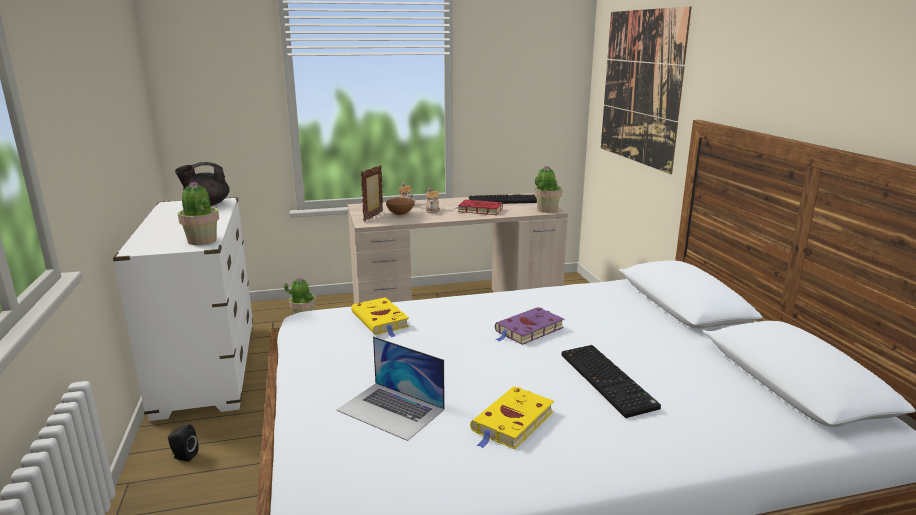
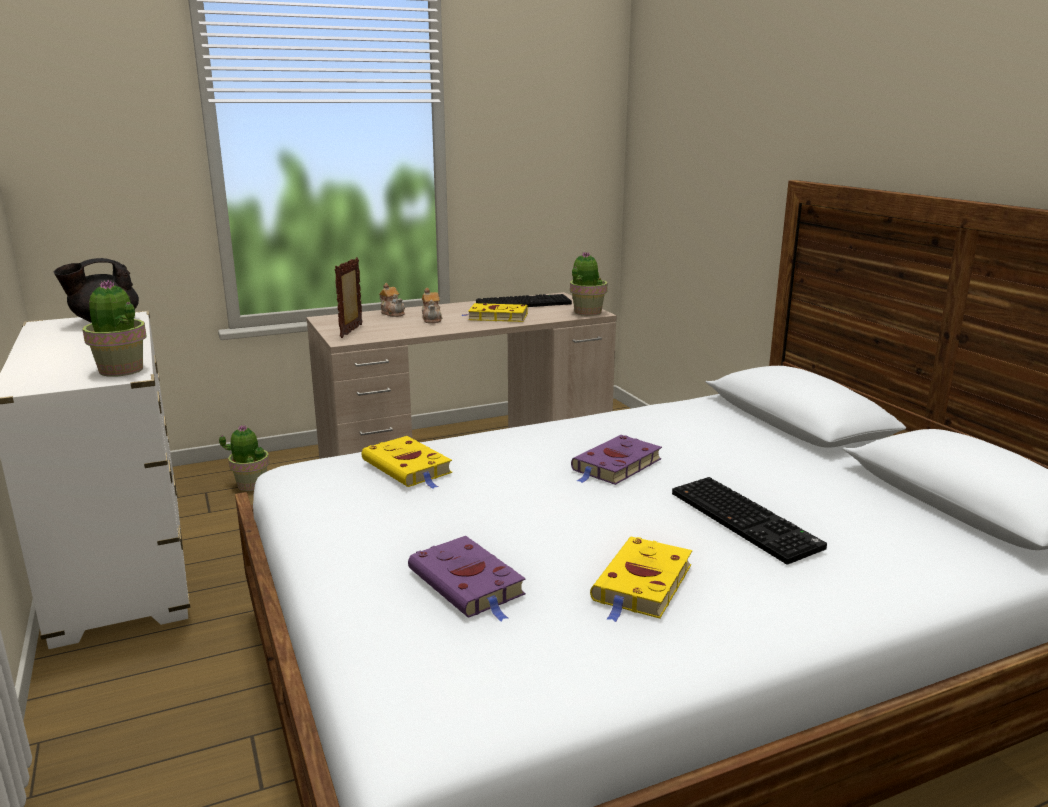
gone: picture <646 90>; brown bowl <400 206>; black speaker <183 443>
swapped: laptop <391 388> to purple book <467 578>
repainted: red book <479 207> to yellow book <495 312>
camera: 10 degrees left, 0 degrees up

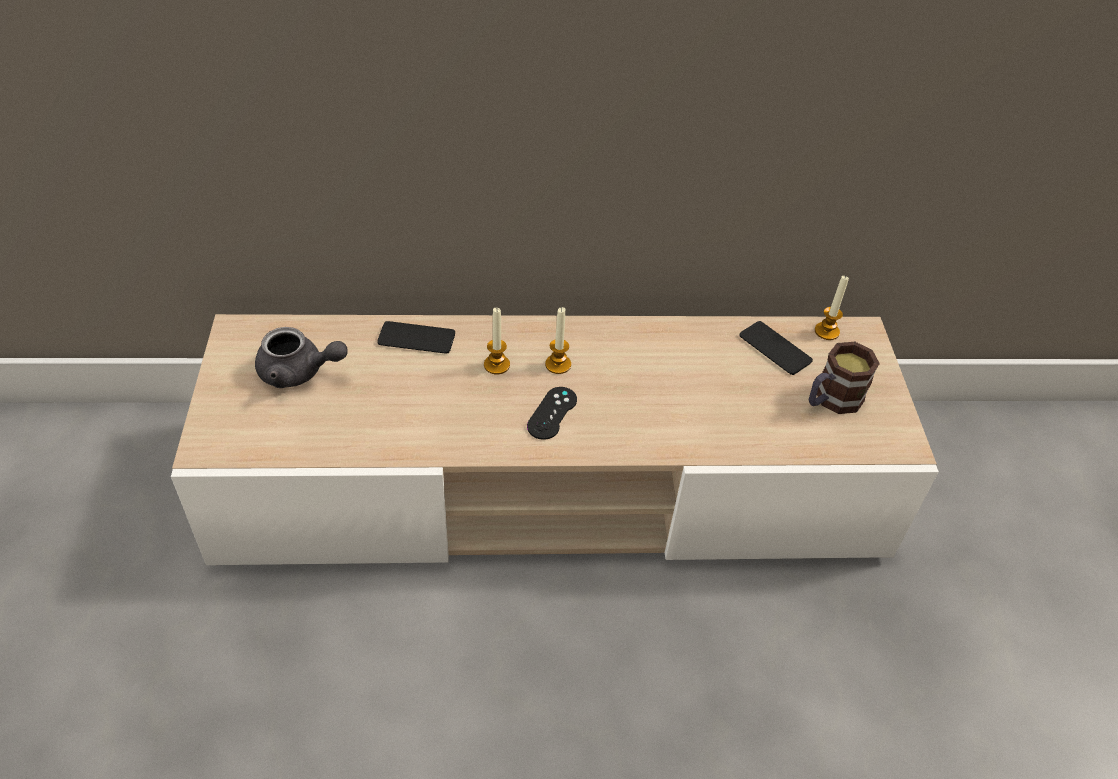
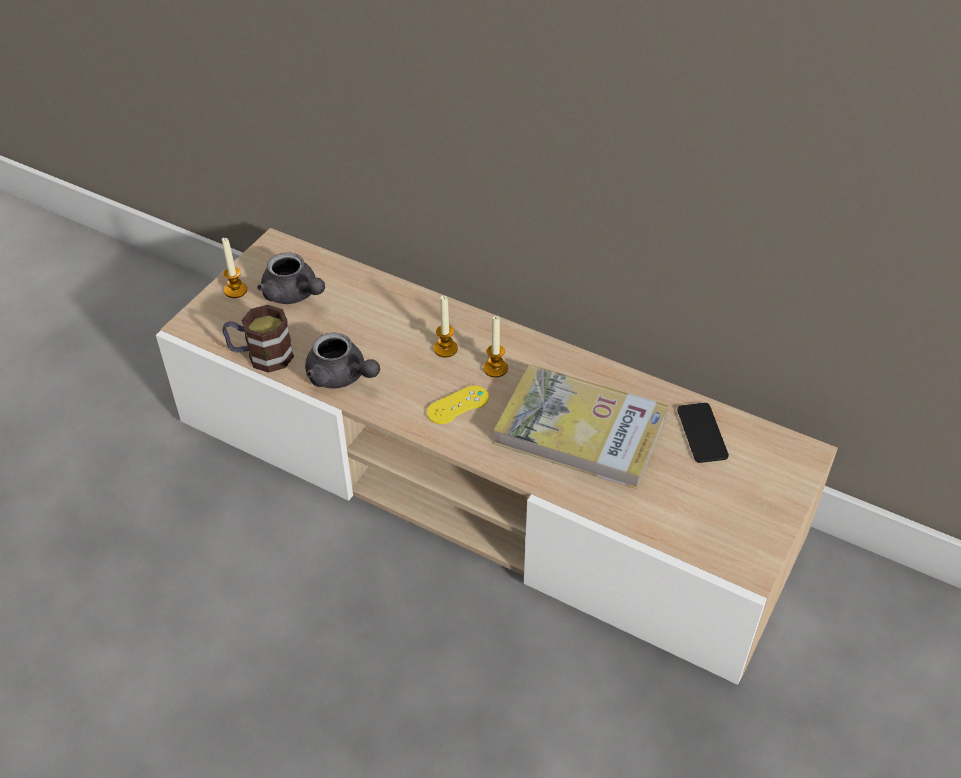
gone: phone <416 337>
new: grey teapot <342 360>; book <580 427>
shifted: candle <832 308> to <234 267>; mug <844 378> to <258 339>
repainted: black game controller <552 413> to yellow game controller <458 404>
camera: 35 degrees right, 0 degrees up

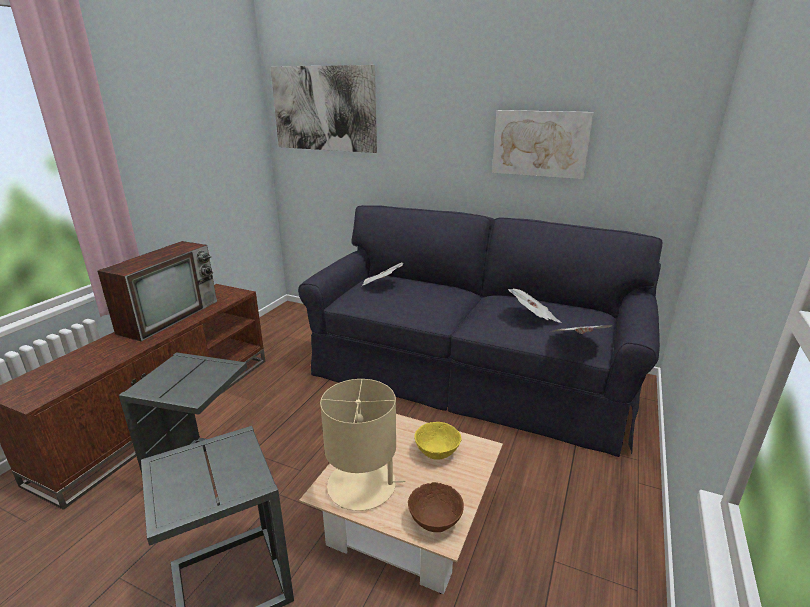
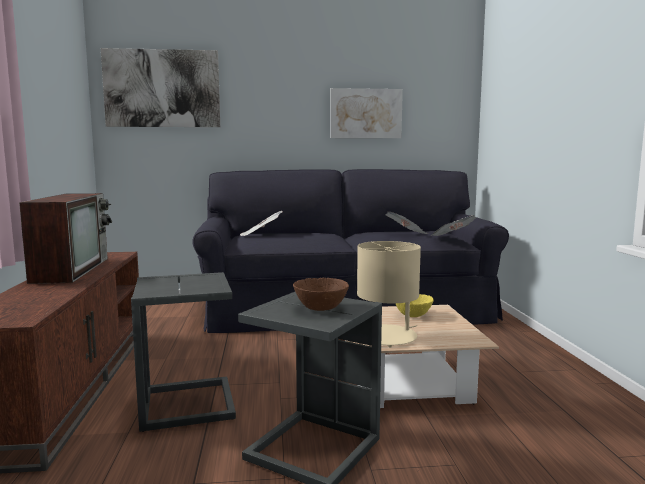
shifted: brown bowl <436 507> to <321 294>
camera: 30 degrees left, 15 degrees down

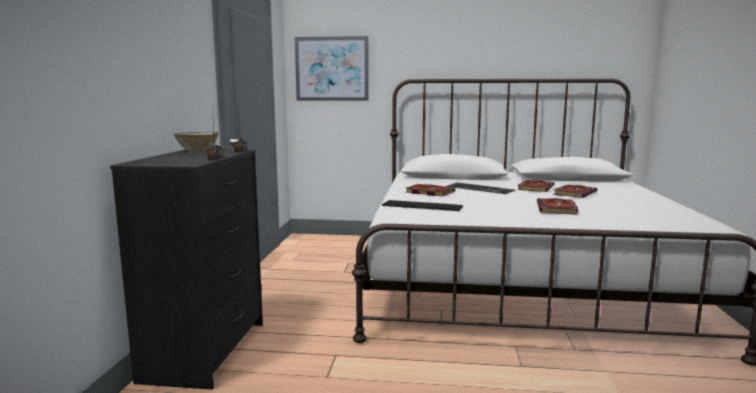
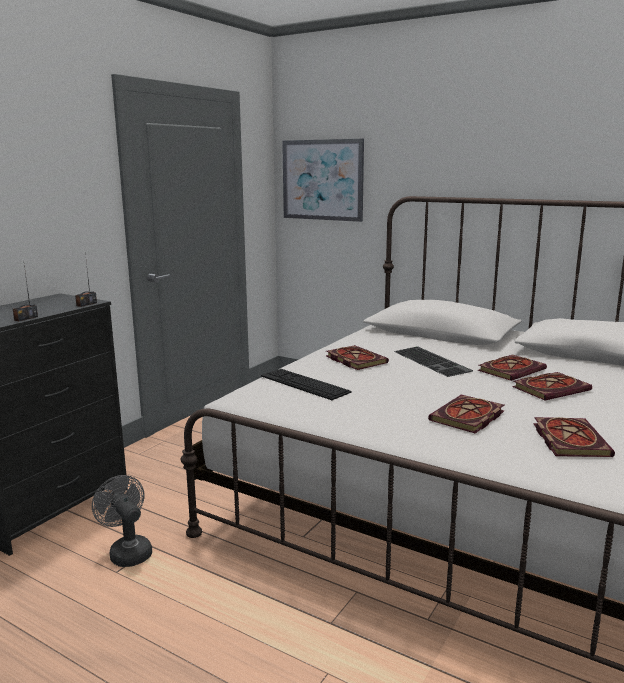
gone: bowl <196 141>
new: book <574 437>; grey fan <122 521>
camera: 25 degrees right, 5 degrees up

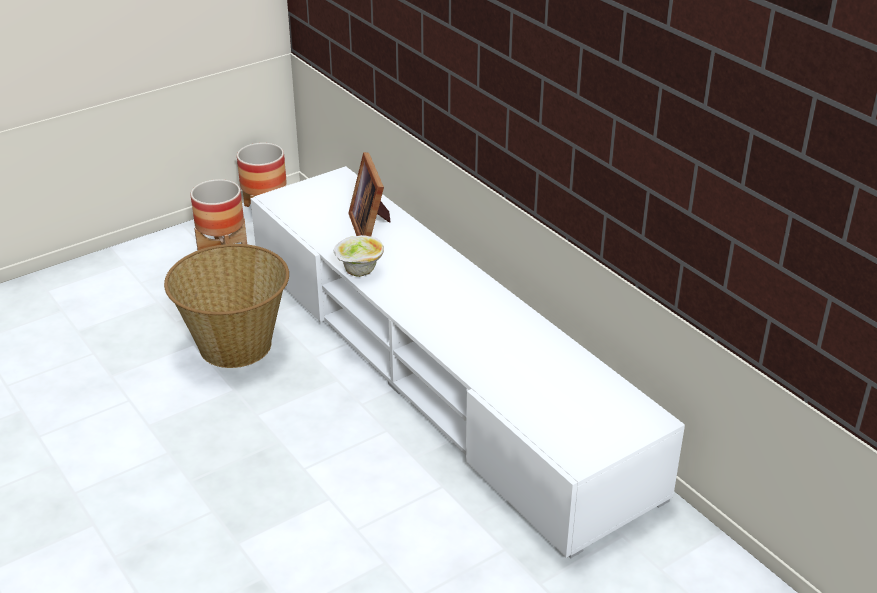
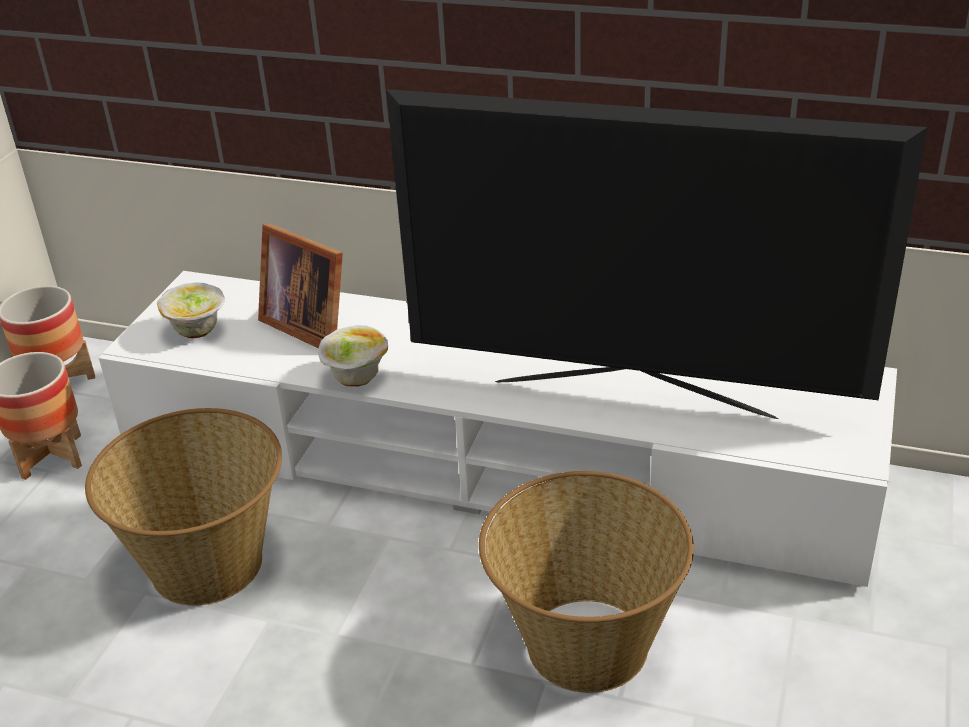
new: television <657 254>; bowl <191 310>; basket <586 582>
camera: 35 degrees left, 0 degrees up

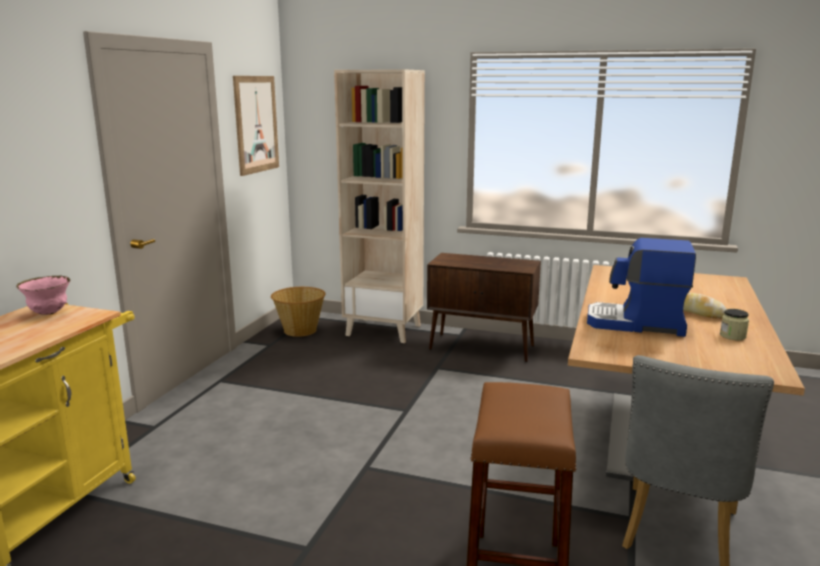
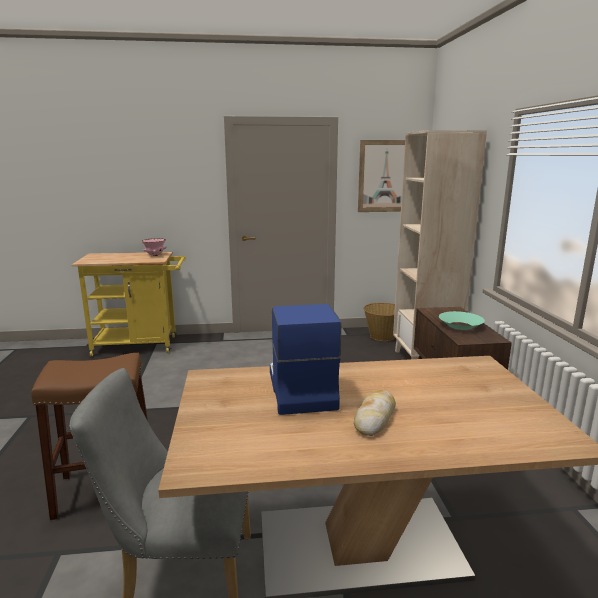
gone: jar <734 324>
new: turquoise bowl <462 320>
camera: 65 degrees right, 0 degrees up

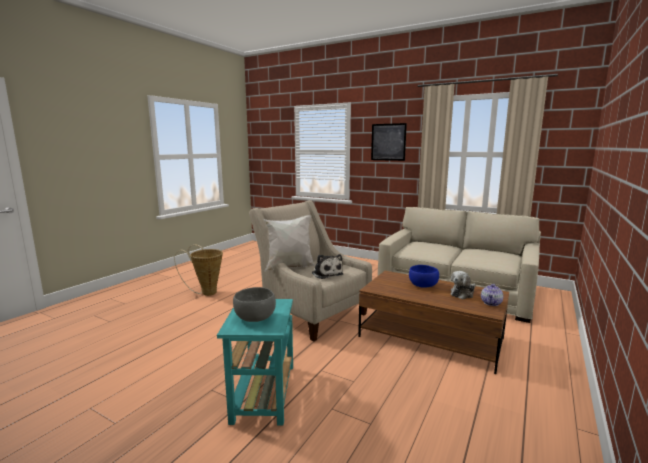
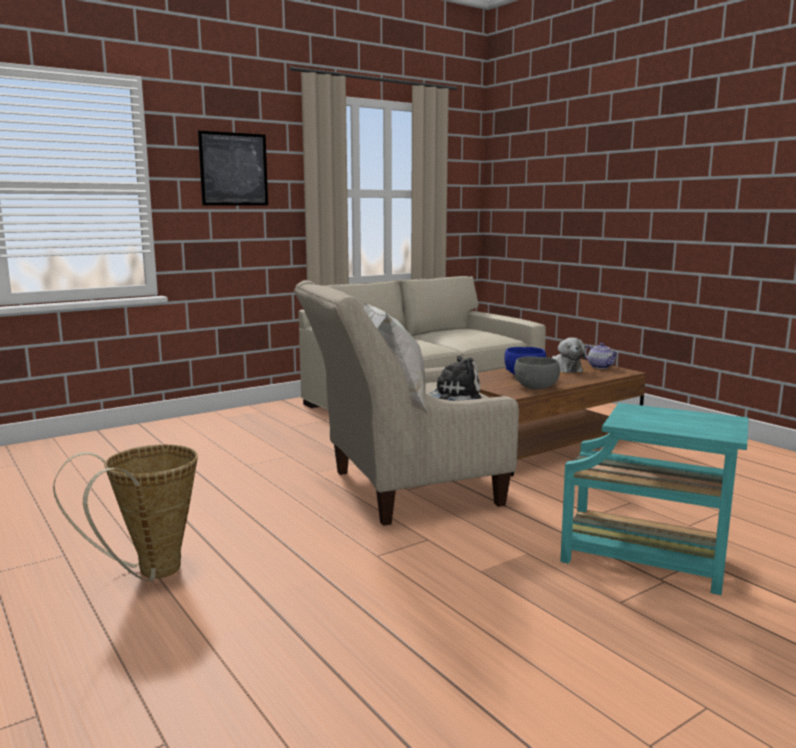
shifted: grey bowl <254 304> to <537 373>
camera: 65 degrees left, 0 degrees up

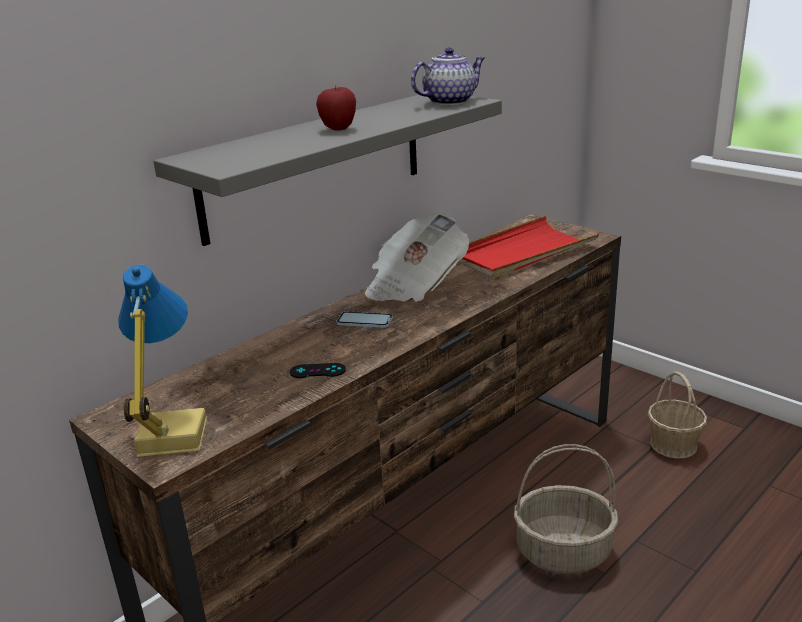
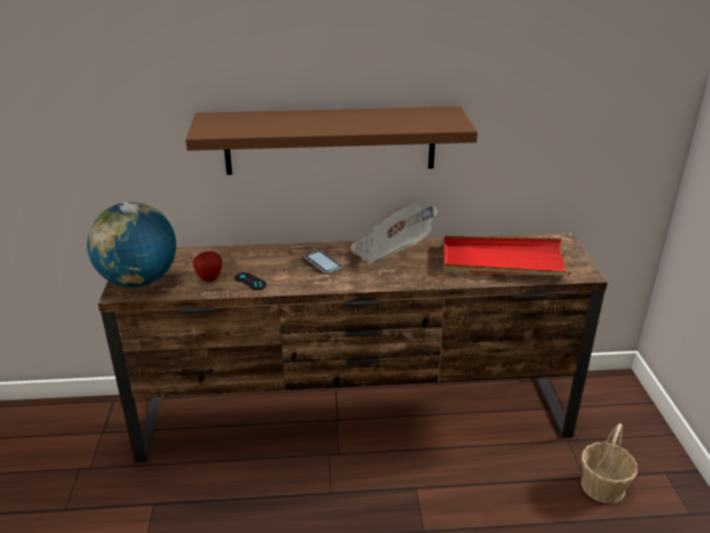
gone: teapot <448 76>; basket <566 509>
shifted: apple <336 108> to <207 266>
swapped: table lamp <162 360> to globe <131 244>
repainted: grey shelf <327 170> to brown shelf <332 140>
camera: 40 degrees right, 5 degrees up

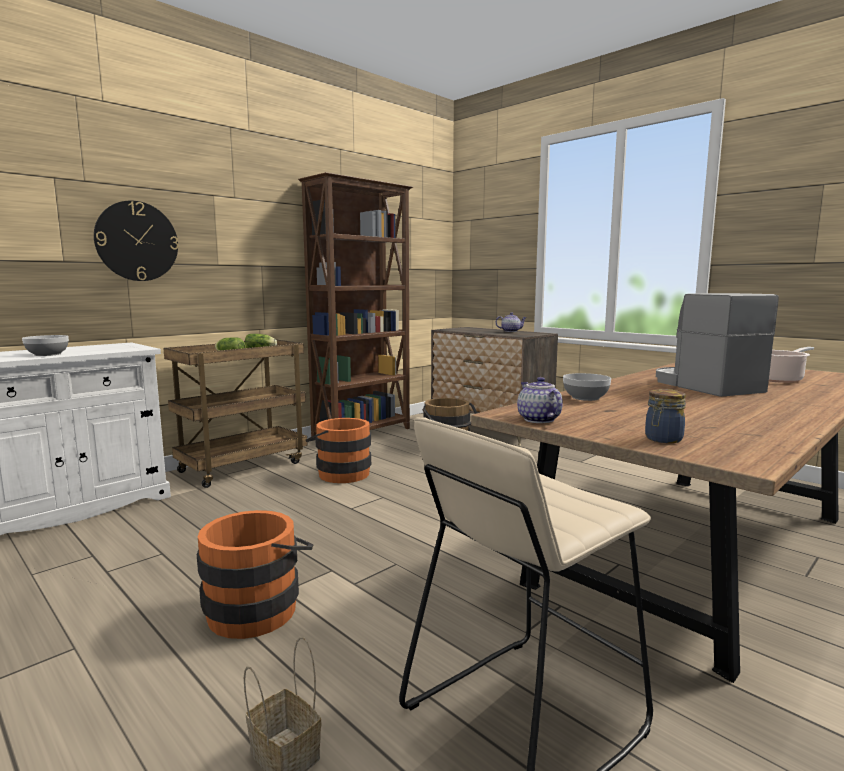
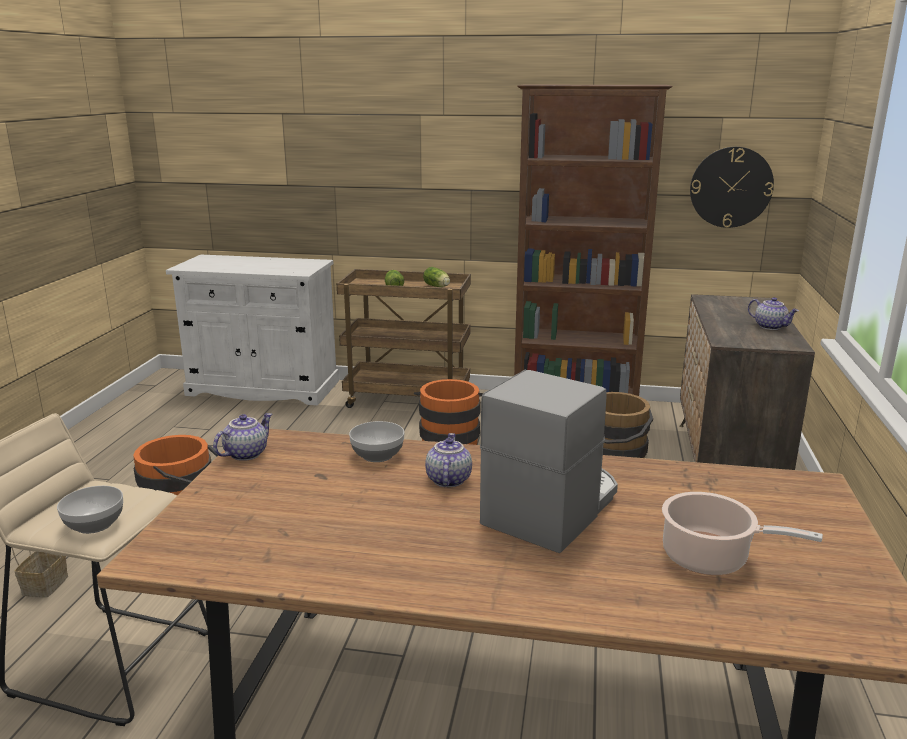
gone: jar <665 416>
new: teapot <448 460>
shifted: wall clock <136 240> to <732 187>; bowl <45 345> to <90 510>
camera: 55 degrees right, 10 degrees up

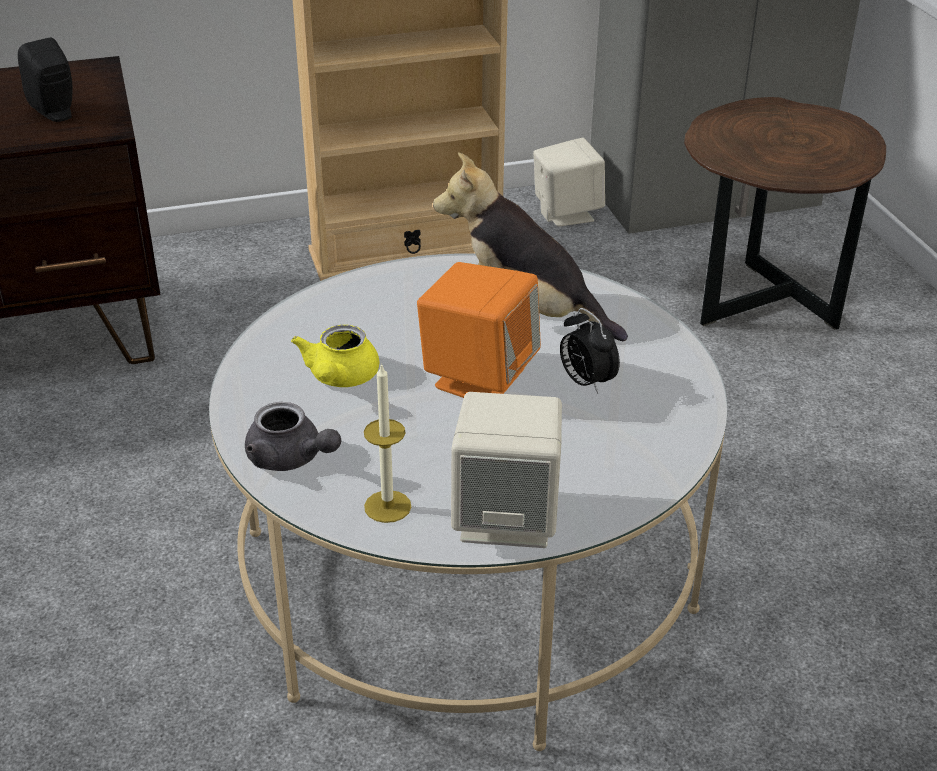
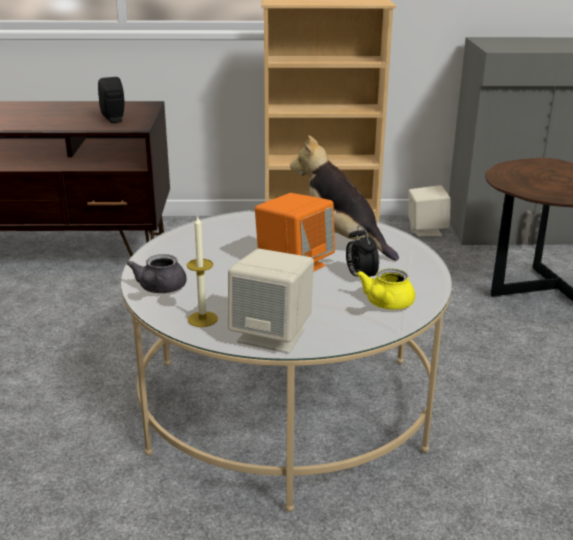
shifted: yellow teapot <335 356> to <386 289>
rotated: grey teapot <293 436> = <157 273> 45 degrees clockwise
camera: 15 degrees right, 10 degrees down

